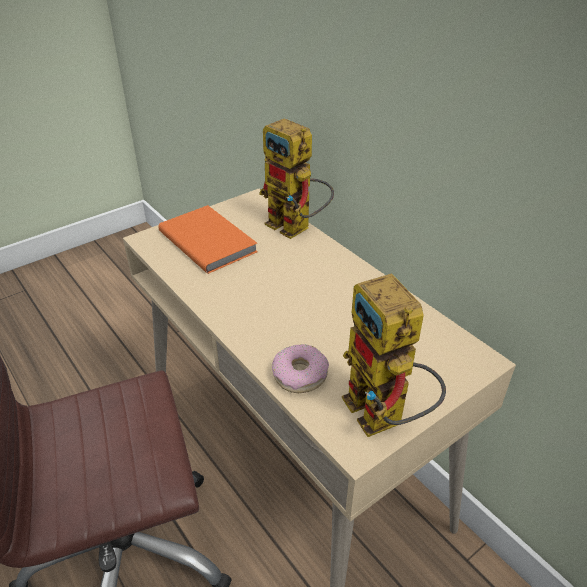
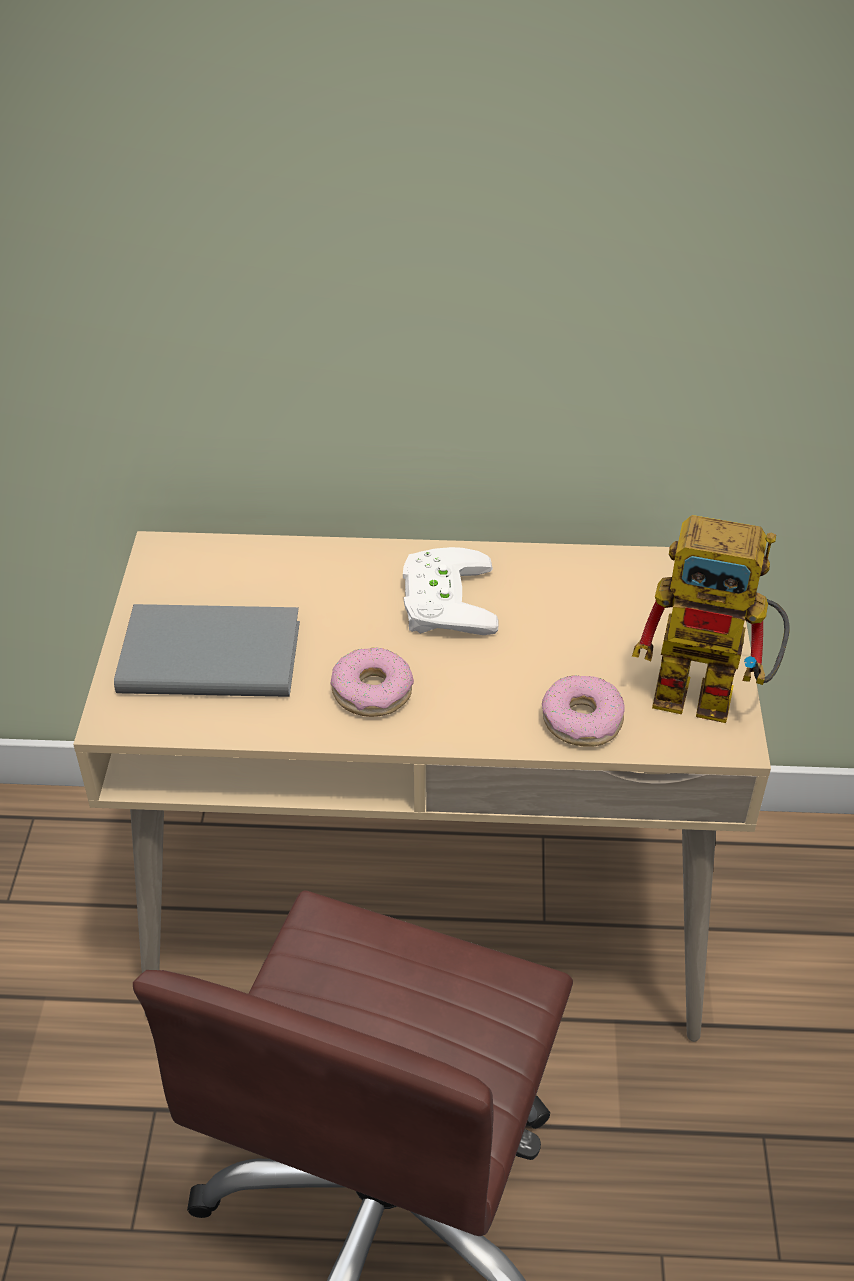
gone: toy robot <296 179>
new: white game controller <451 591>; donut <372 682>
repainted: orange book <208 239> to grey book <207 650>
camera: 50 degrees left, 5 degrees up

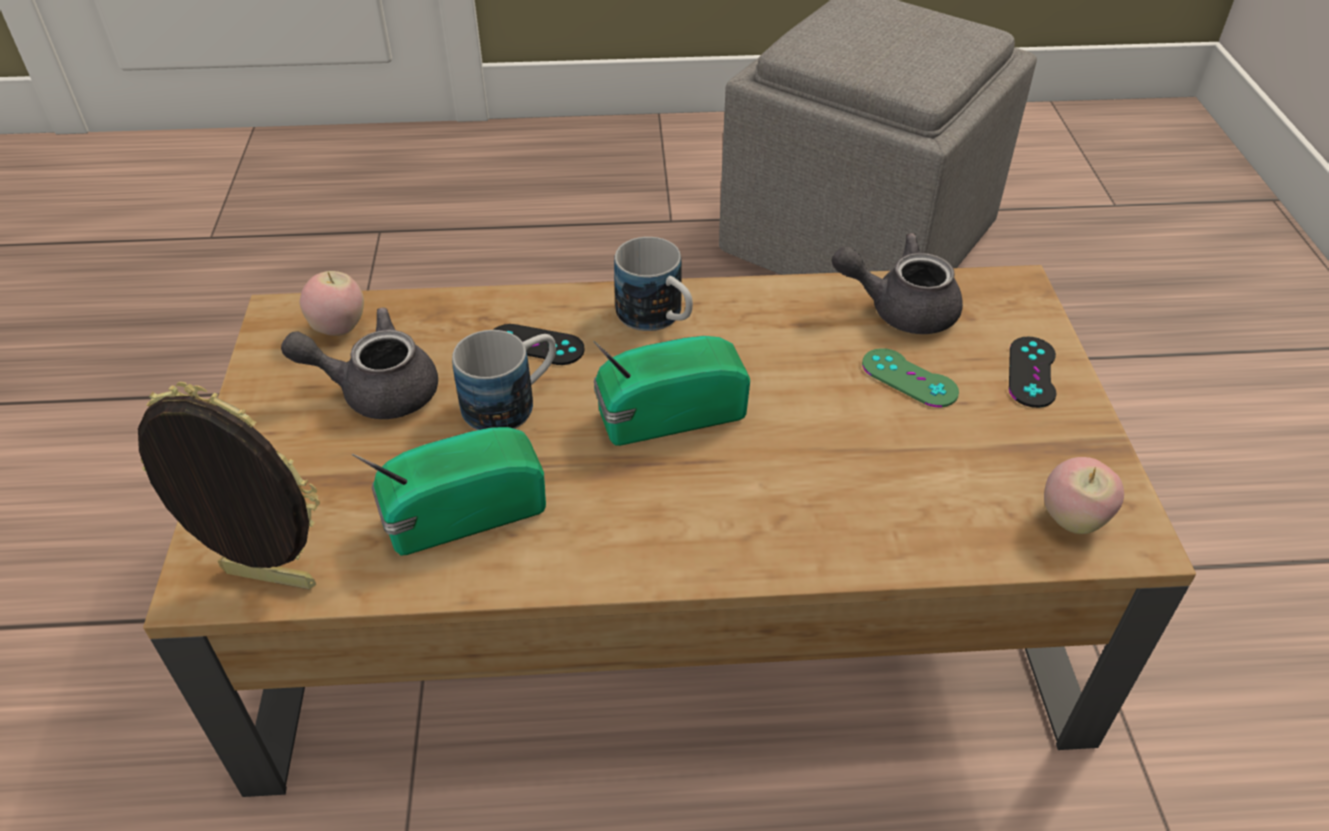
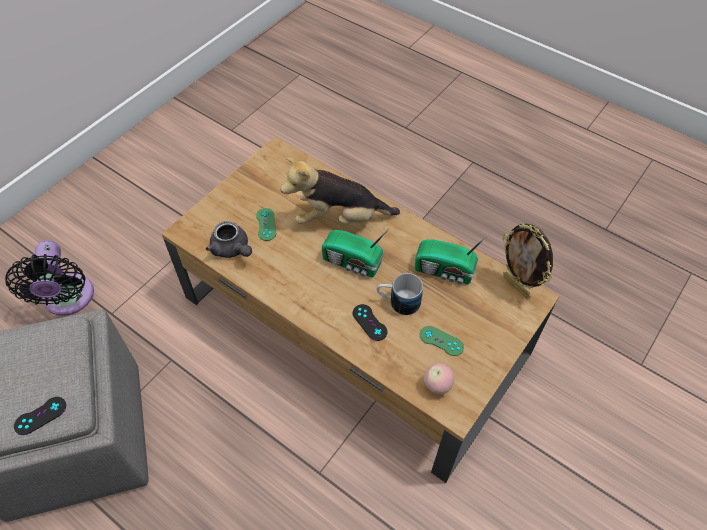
gone: mug <653 284>; apple <1084 495>
new: plush toy <340 190>; black fan <49 278>
shifted: black game controller <1032 372> to <40 416>
swapped: grey teapot <359 363> to green game controller <442 341>
camera: 140 degrees left, 10 degrees up

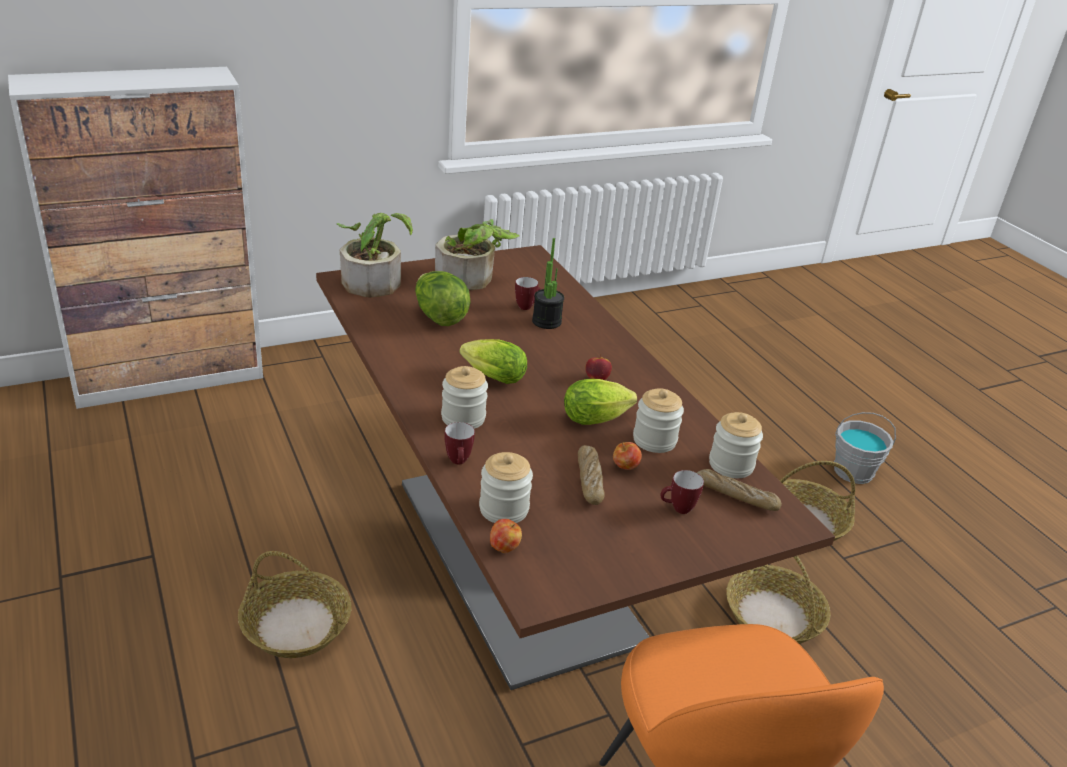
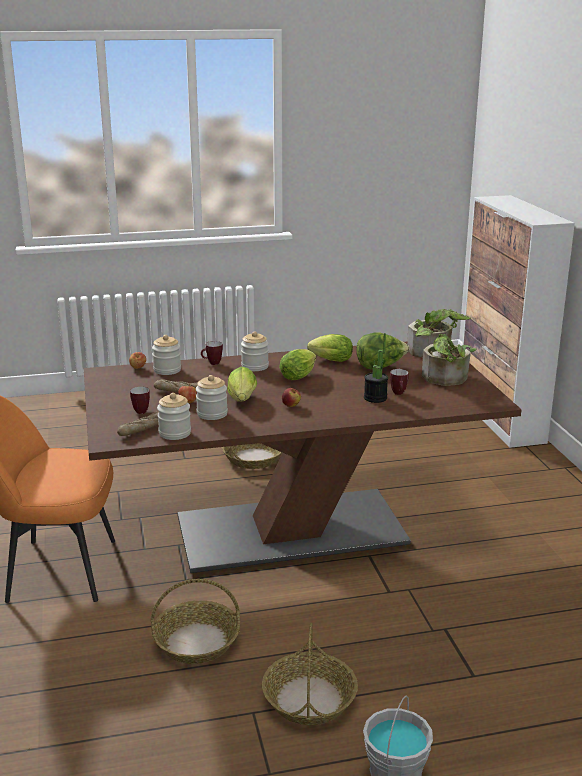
new: lettuce <330 348>
camera: 105 degrees right, 10 degrees down

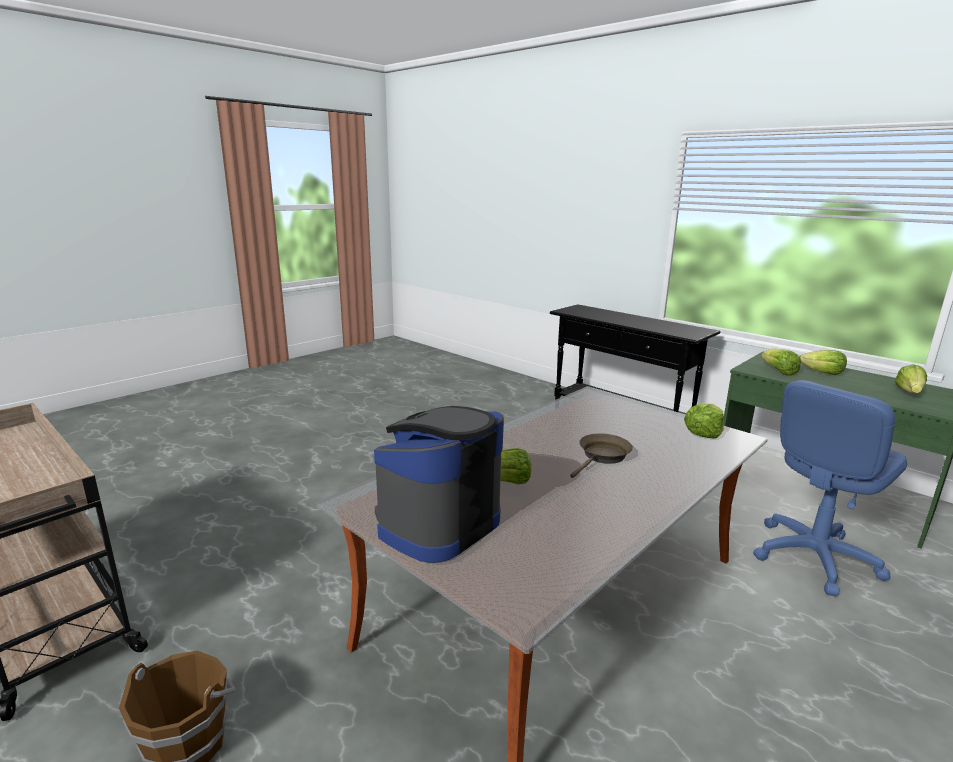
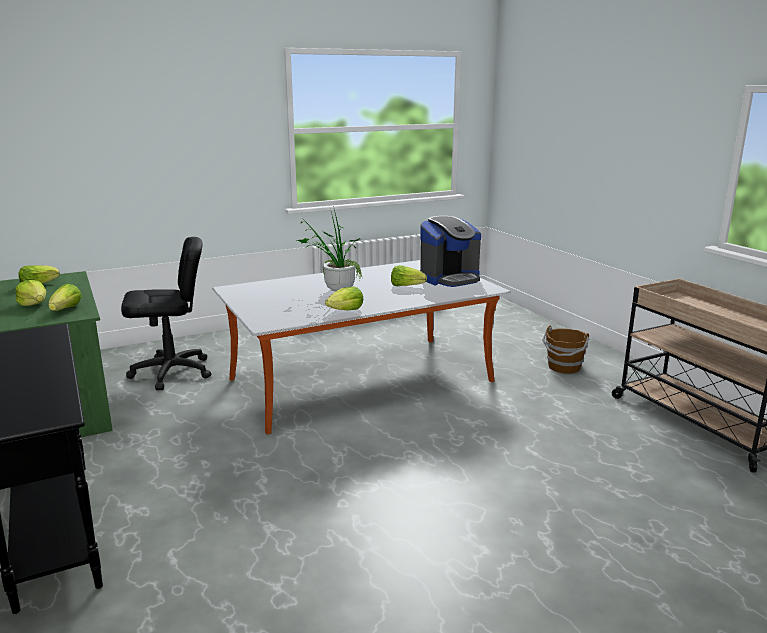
shifted: lettuce <704 421> to <344 298>
swapped: brown frying pan <601 455> to potted plant <329 248>
repainted: blue office chair <830 488> to black office chair <166 313>
camera: 160 degrees left, 0 degrees up

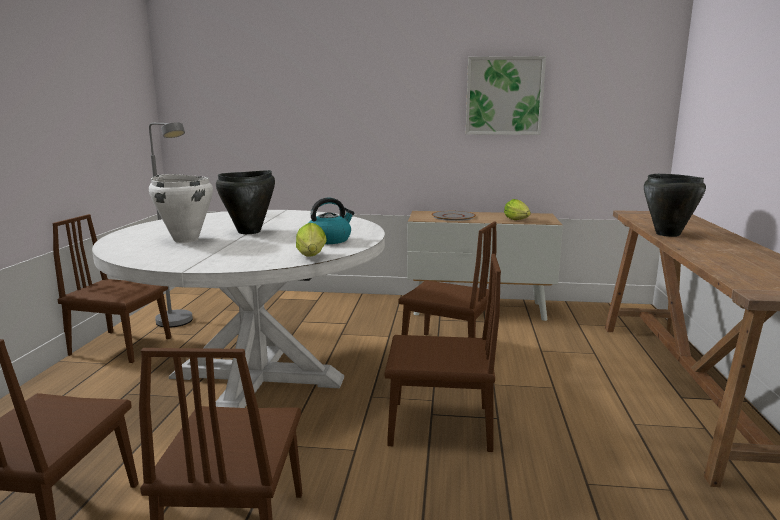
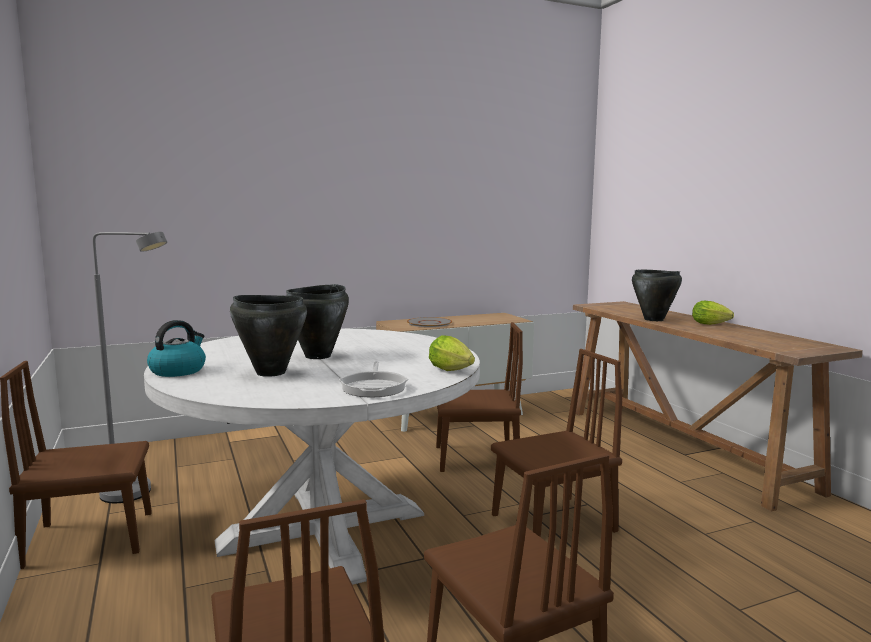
gone: picture <506 95>
new: frying pan <373 379>
shifted: kettle <331 221> to <176 348>; lettuce <517 209> to <713 313>
repainted: white cooking pot <181 208> to black cooking pot <268 336>
camera: 30 degrees left, 5 degrees down

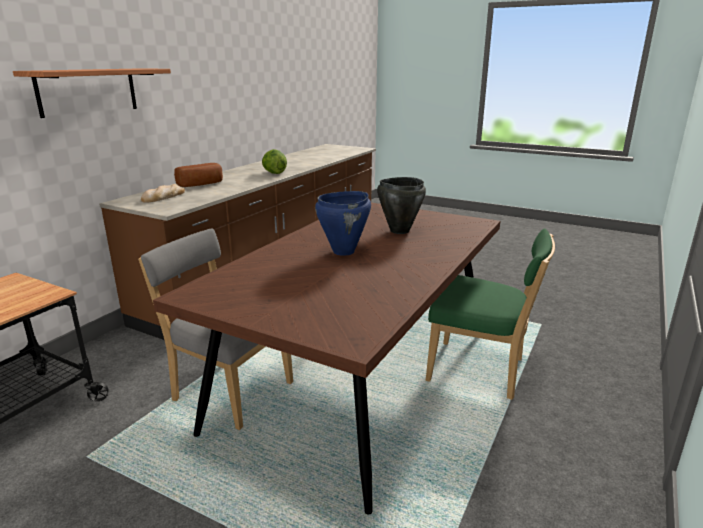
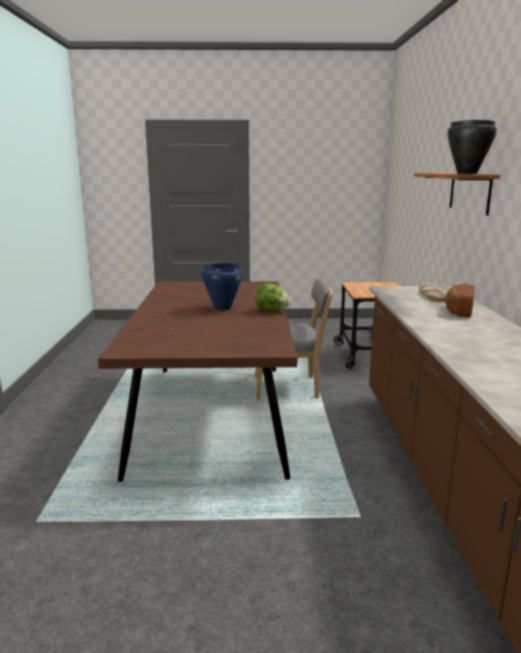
gone: green chair <490 314>
shifted: lettuce <274 161> to <273 297>; black cooking pot <401 205> to <472 147>
camera: 150 degrees right, 5 degrees down

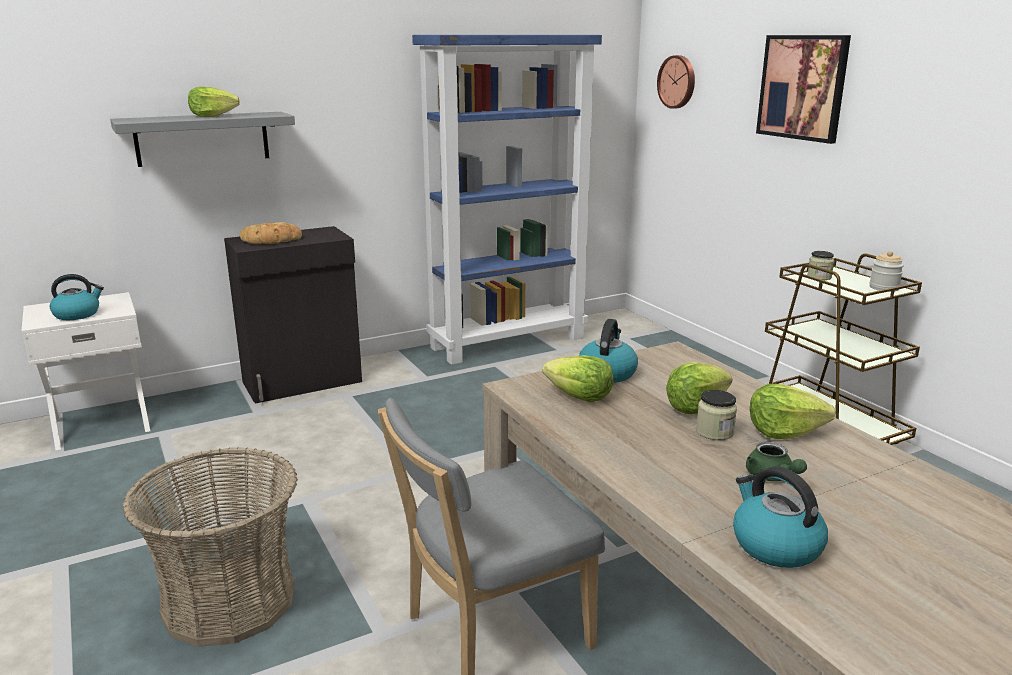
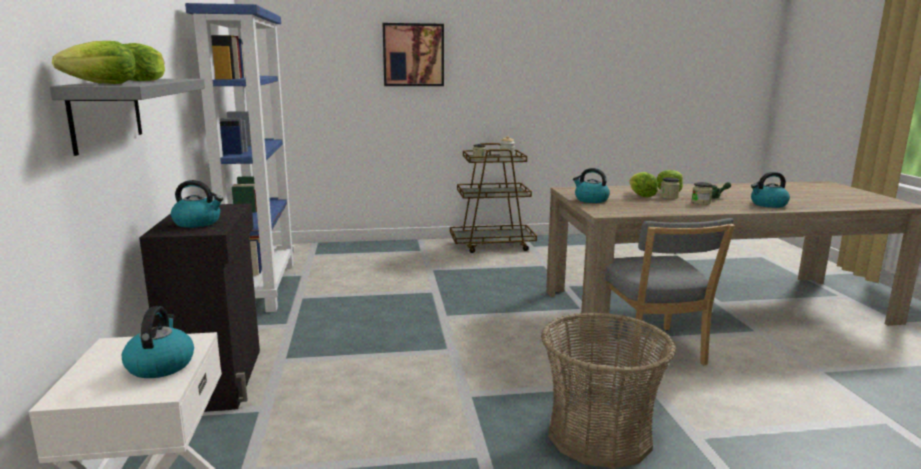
gone: wall clock <676 82>
new: jar <702 193>
shifted: lettuce <577 378> to <94 62>
swapped: bread <271 233> to kettle <197 204>
camera: 70 degrees left, 5 degrees down

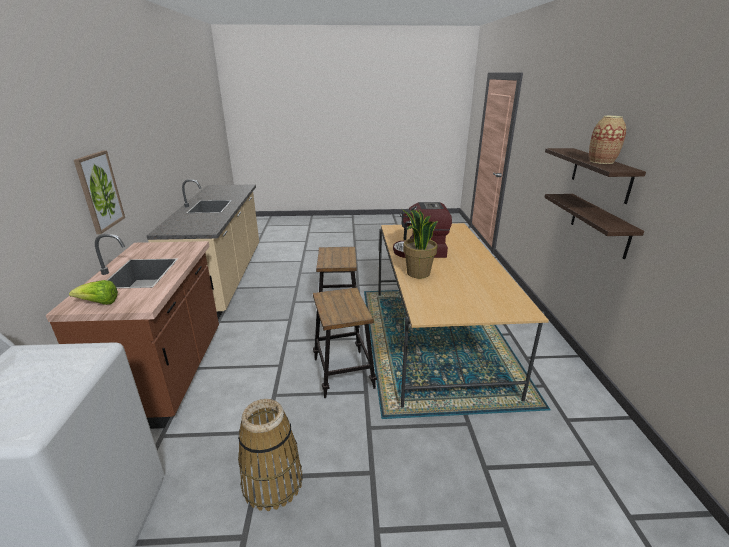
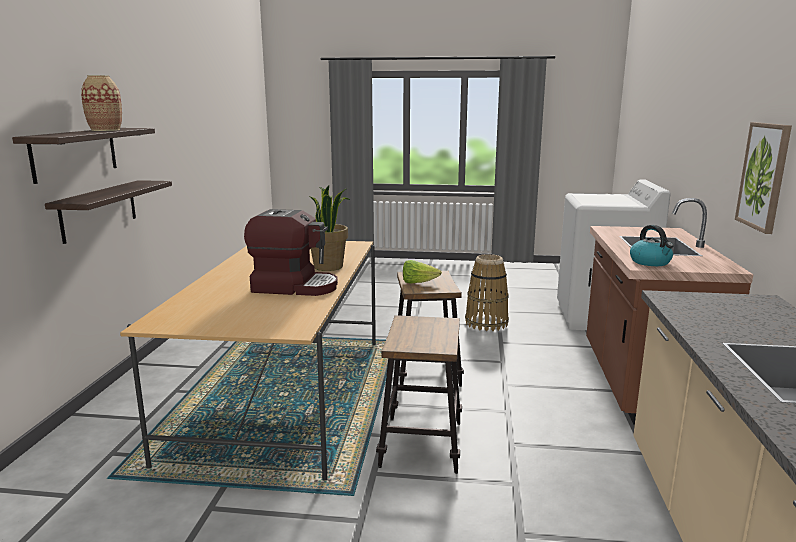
new: kettle <652 245>
shifted: lettuce <93 292> to <422 272>
camera: 170 degrees left, 10 degrees down

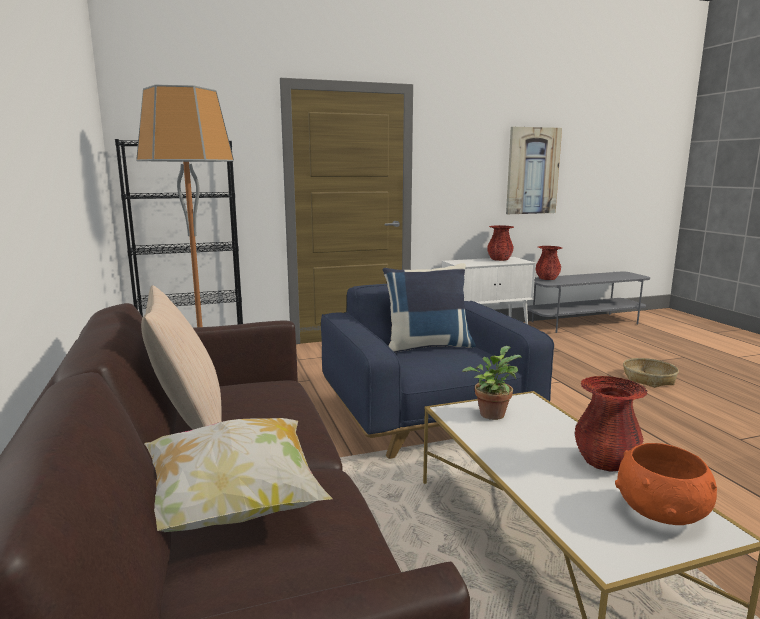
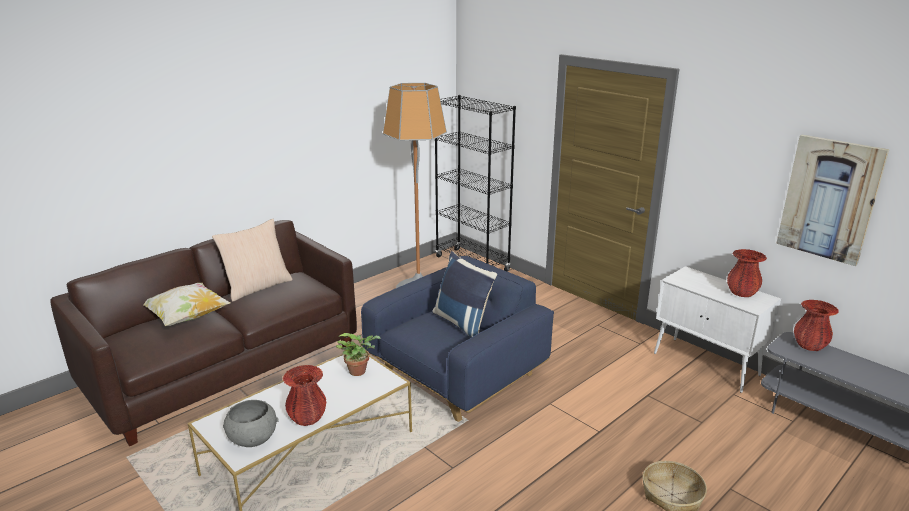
repainted: orange bowl <666 484> to grey bowl <251 423>
camera: 65 degrees right, 10 degrees up

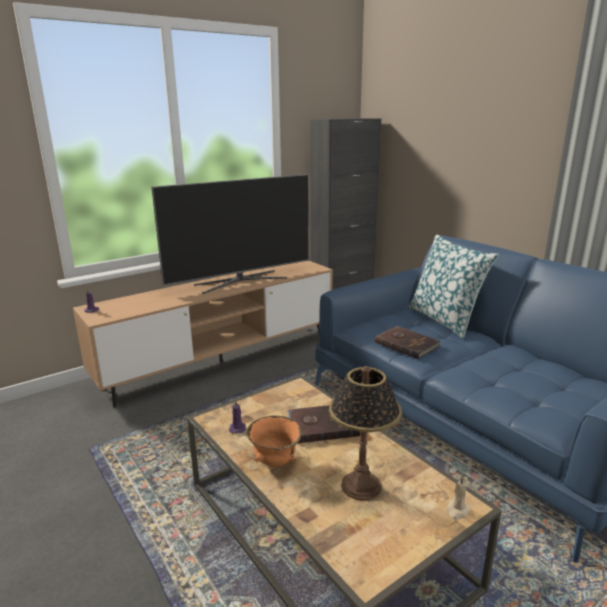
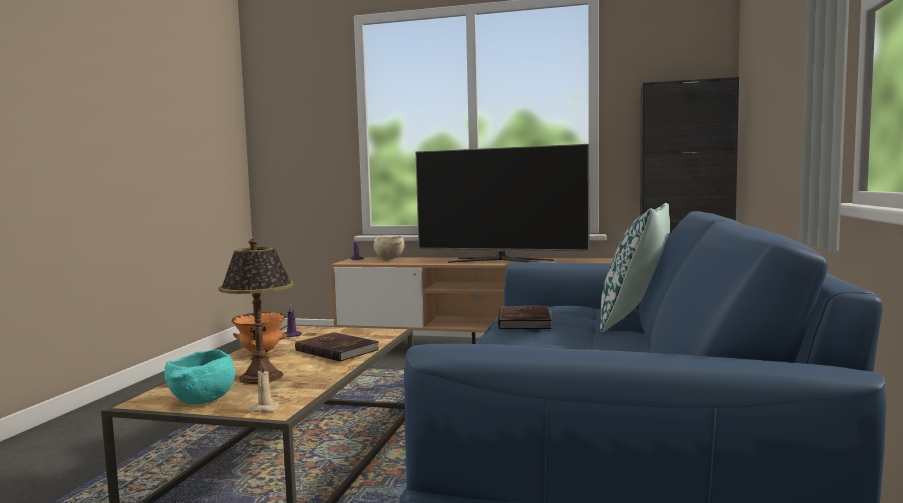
new: beige bowl <388 247>; turquoise bowl <199 377>
camera: 50 degrees right, 15 degrees down

